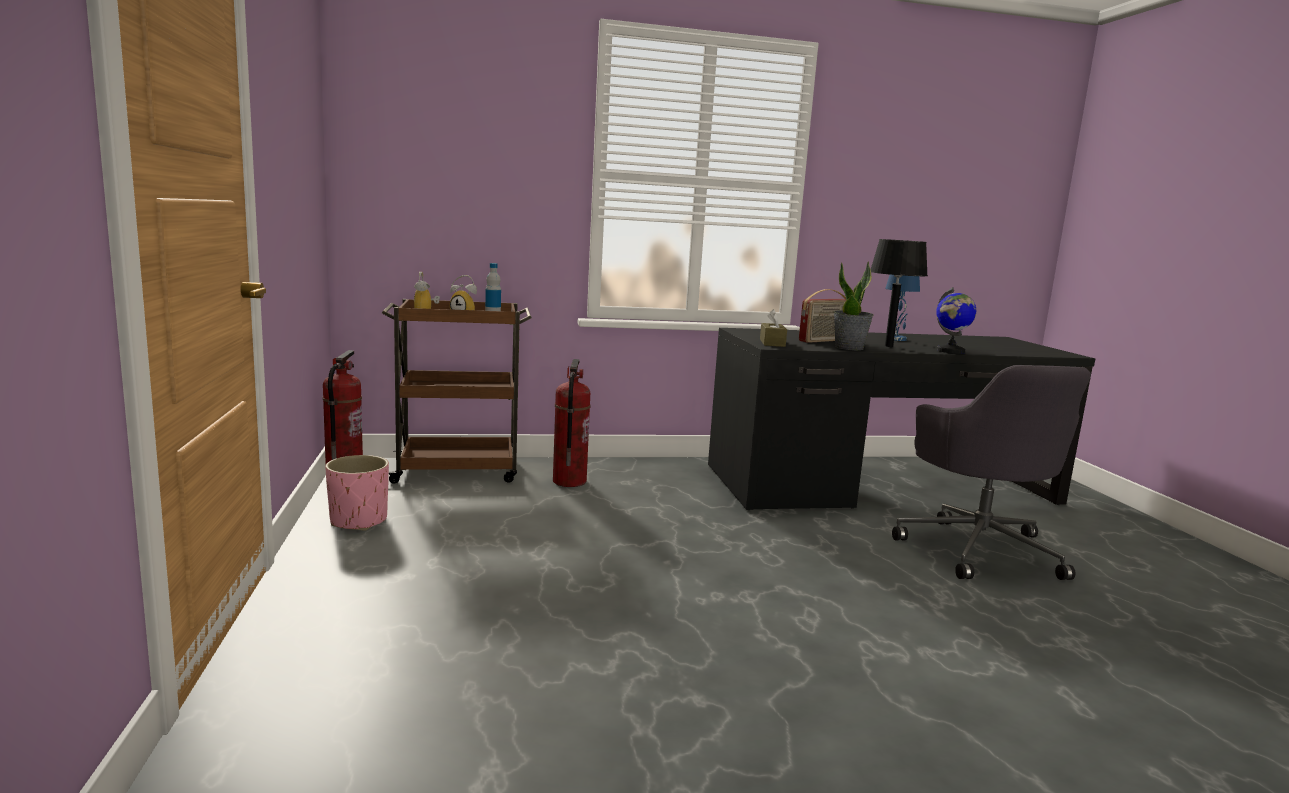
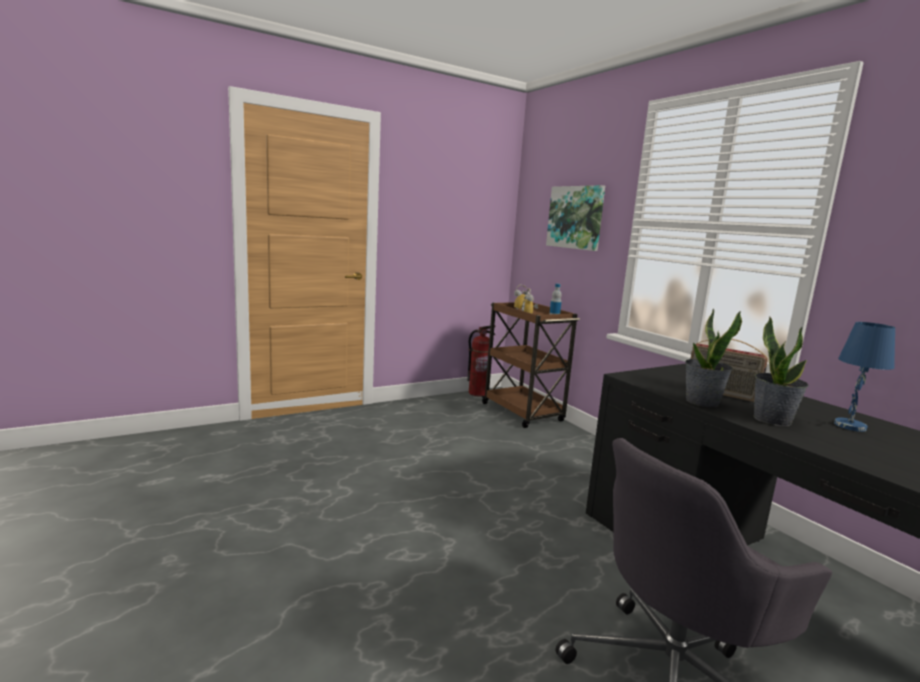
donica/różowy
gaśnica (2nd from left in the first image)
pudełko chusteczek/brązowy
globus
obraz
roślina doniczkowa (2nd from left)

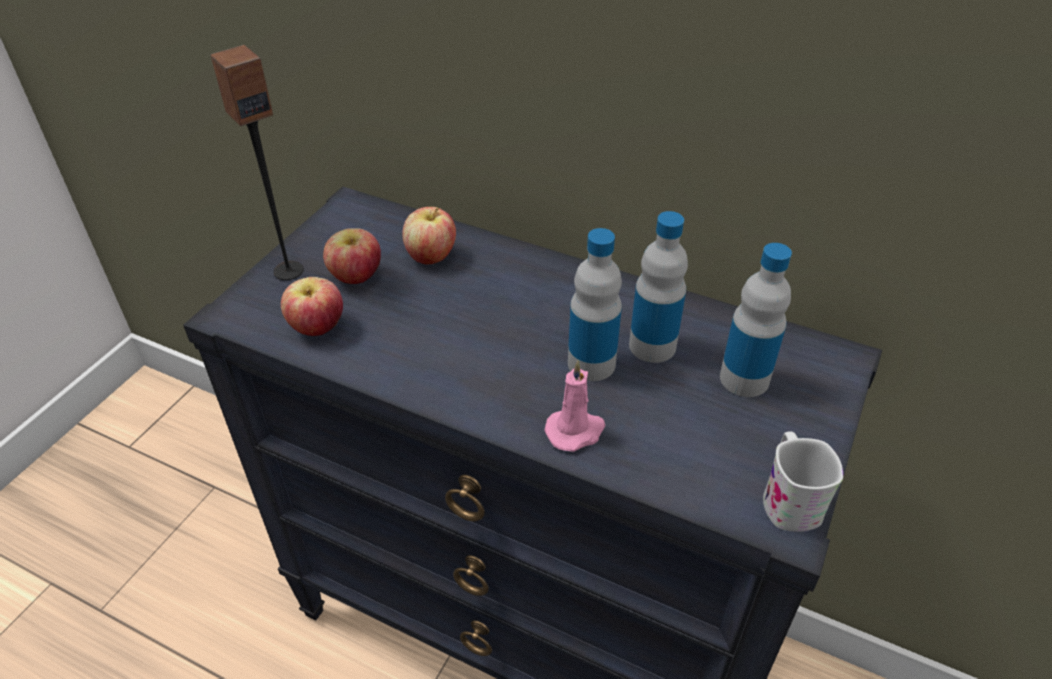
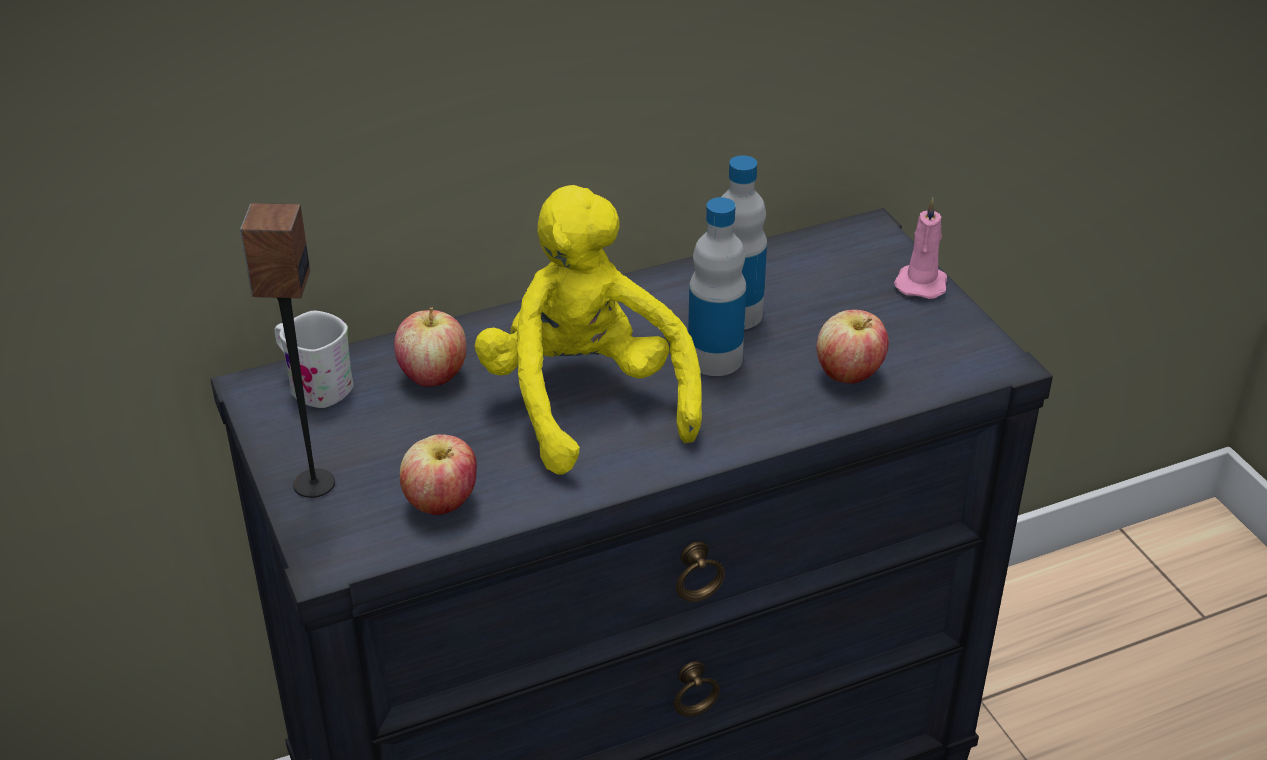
butelka (3rd from left in the first image)
pluszak/żółty
jabłko (3rd from left)
świeca/różowy
kubek/biały

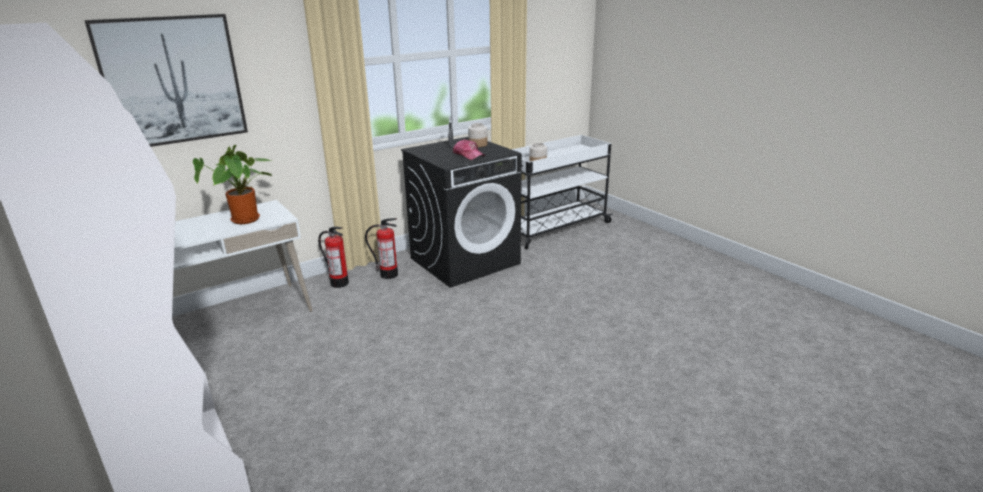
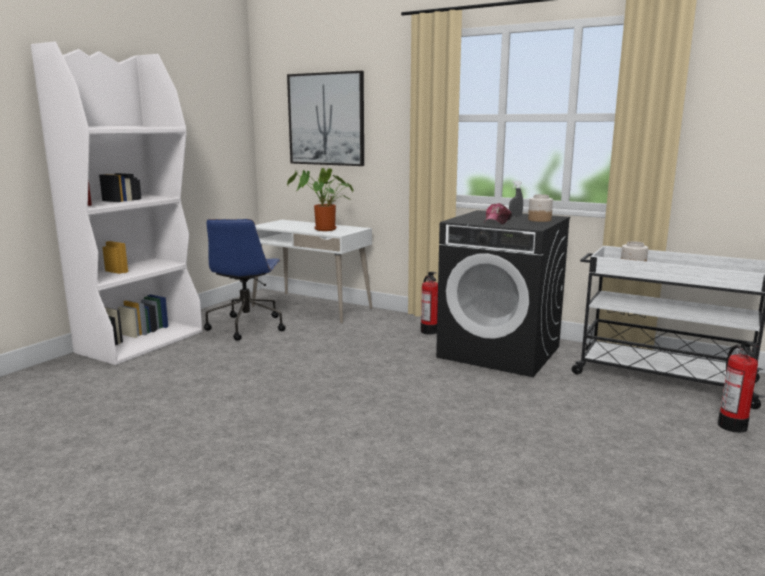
krzesło biurowe/niebieski
gaśnica (2nd from left)

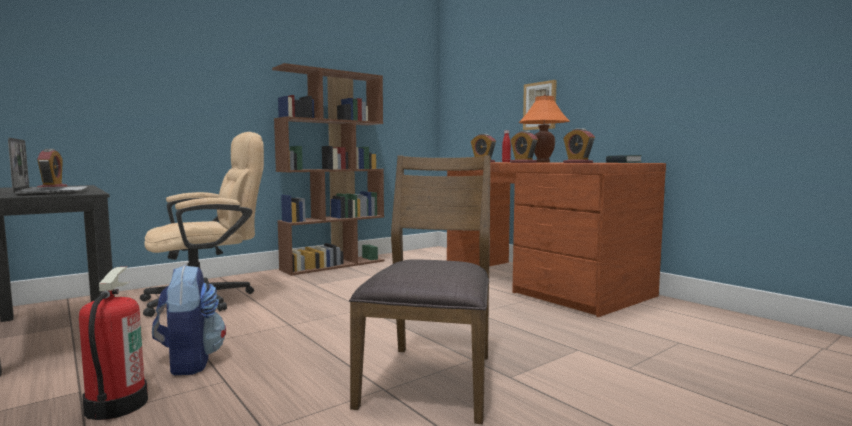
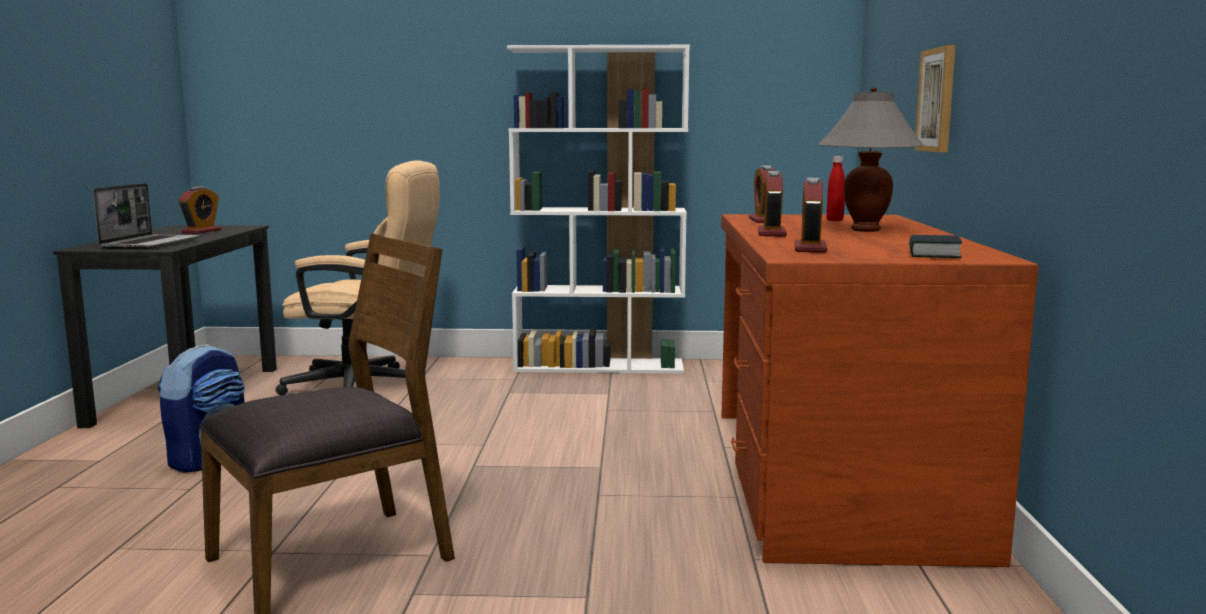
gaśnica
regał/biały
lampa stołowa/szary

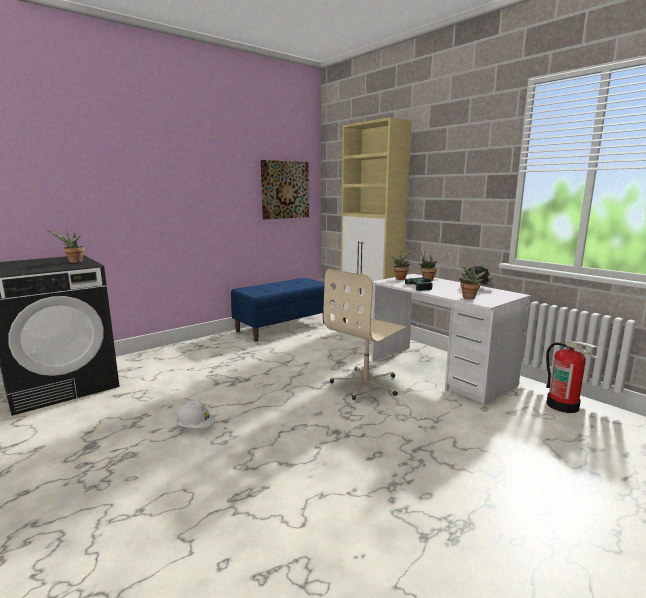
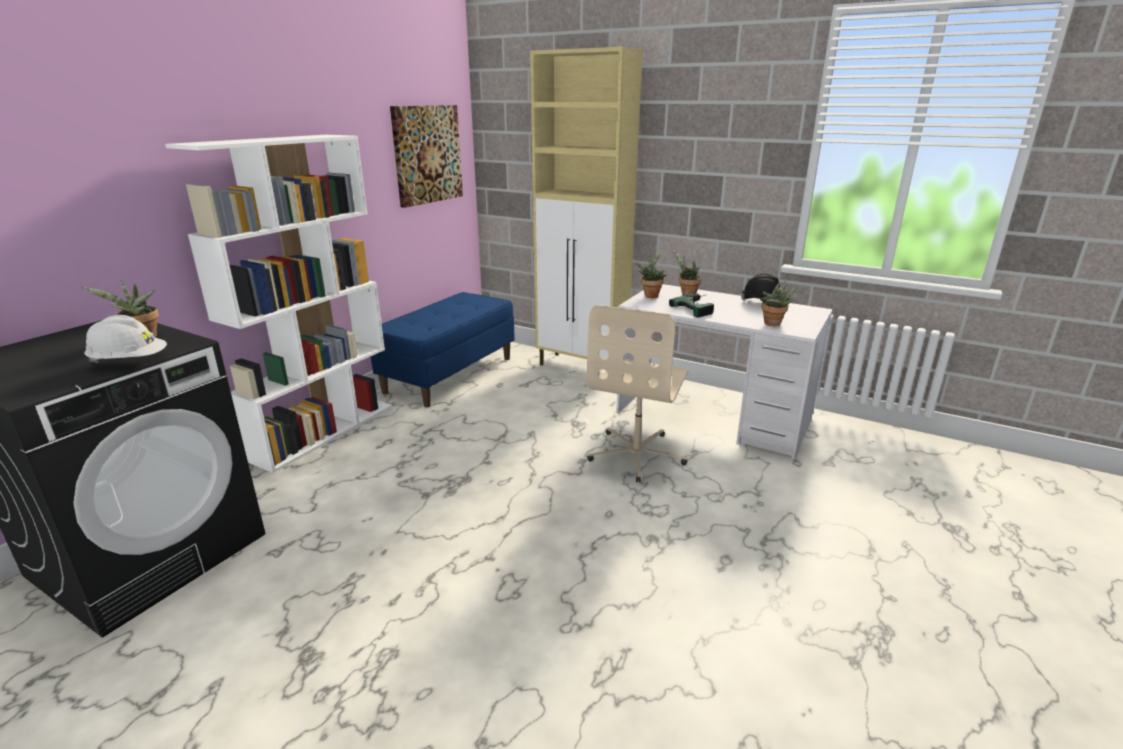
gaśnica
regał/biały
kask/biały

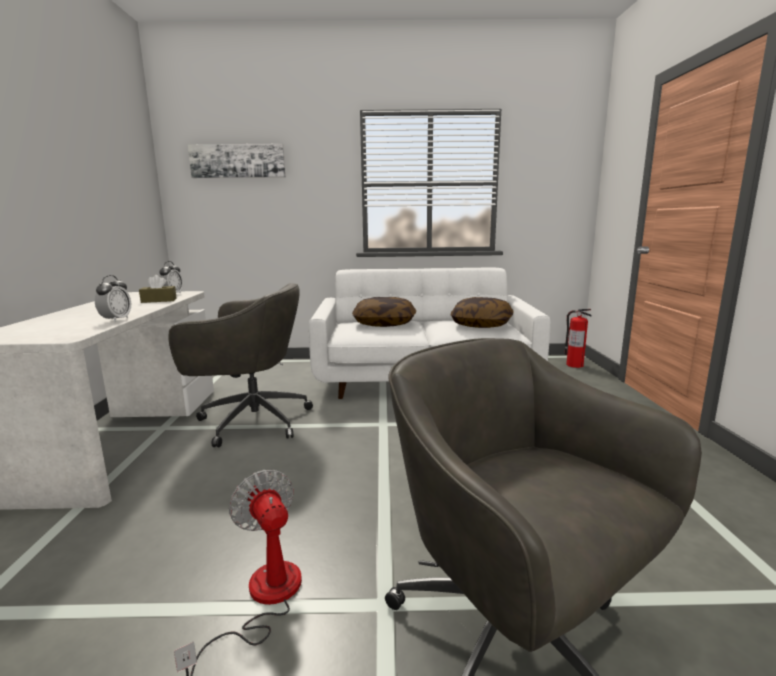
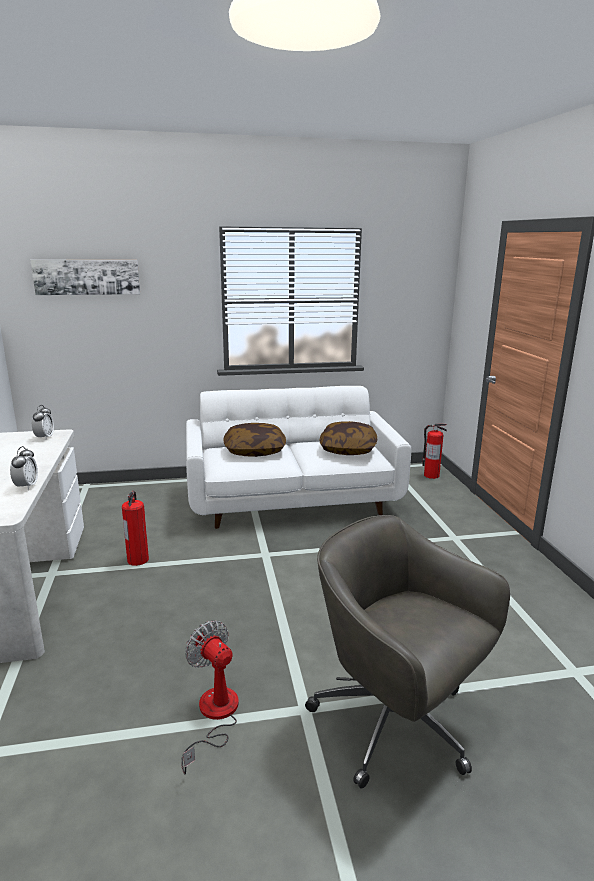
pudełko chusteczek/brązowy
gaśnica (1st from left)

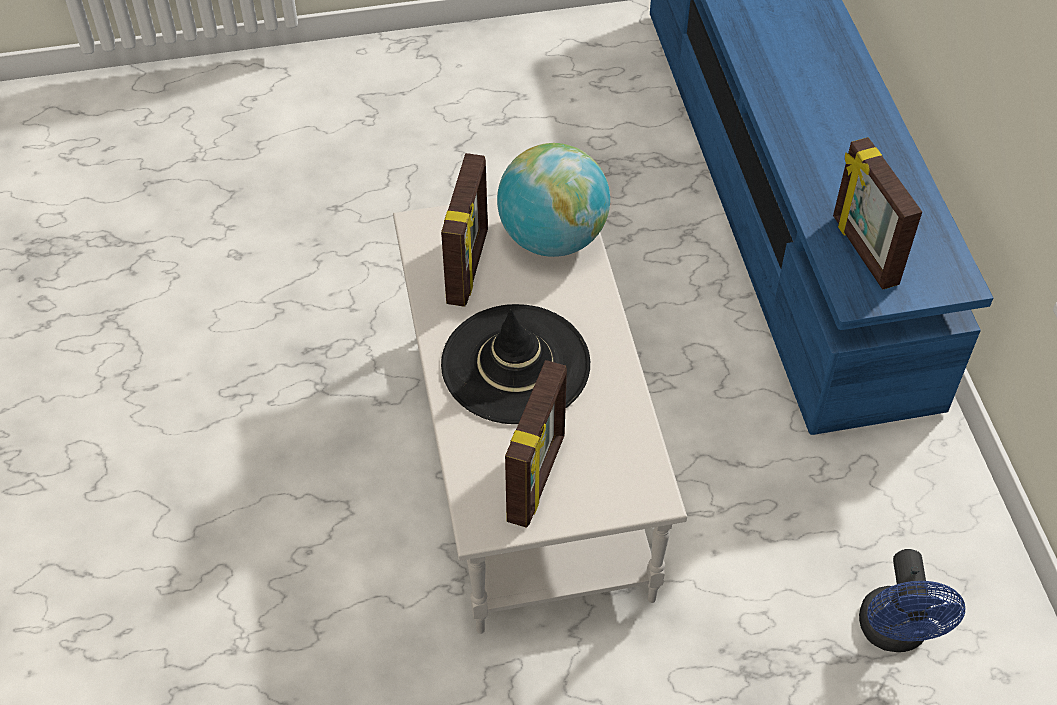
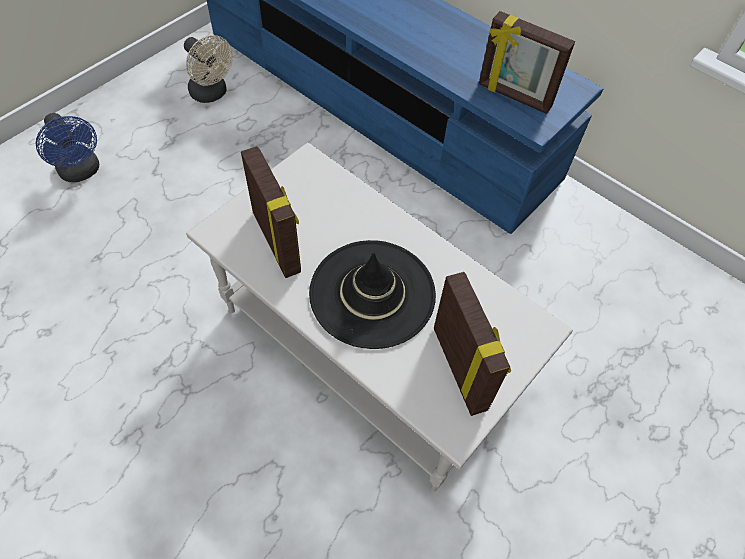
globus
wentylator/beżowy
wentylator/niebieski

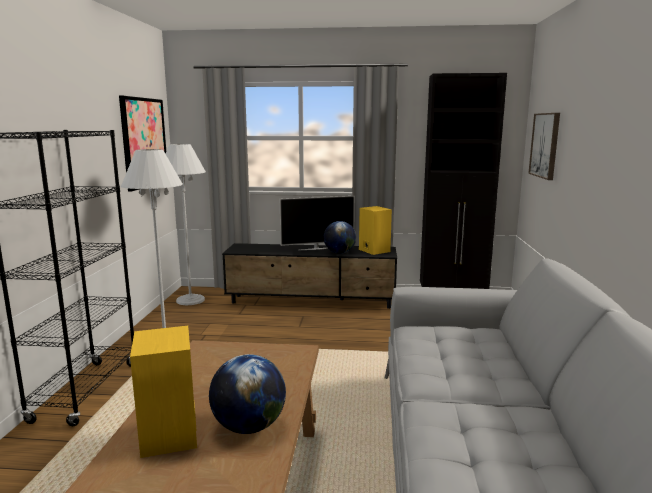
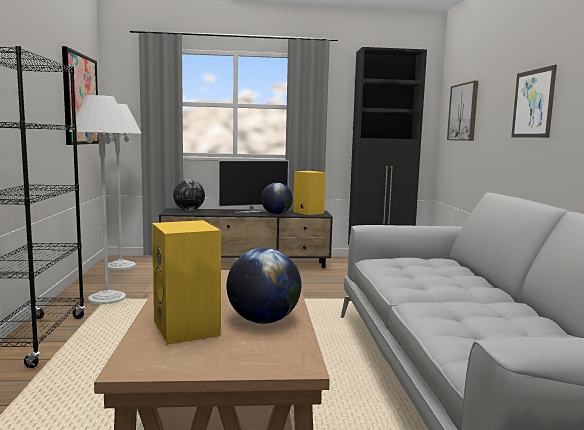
globus (1st from left)
obraz (3rd from left)

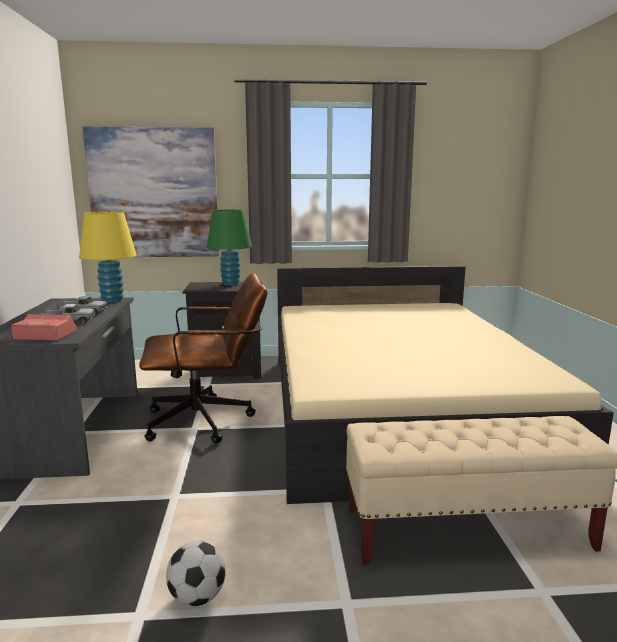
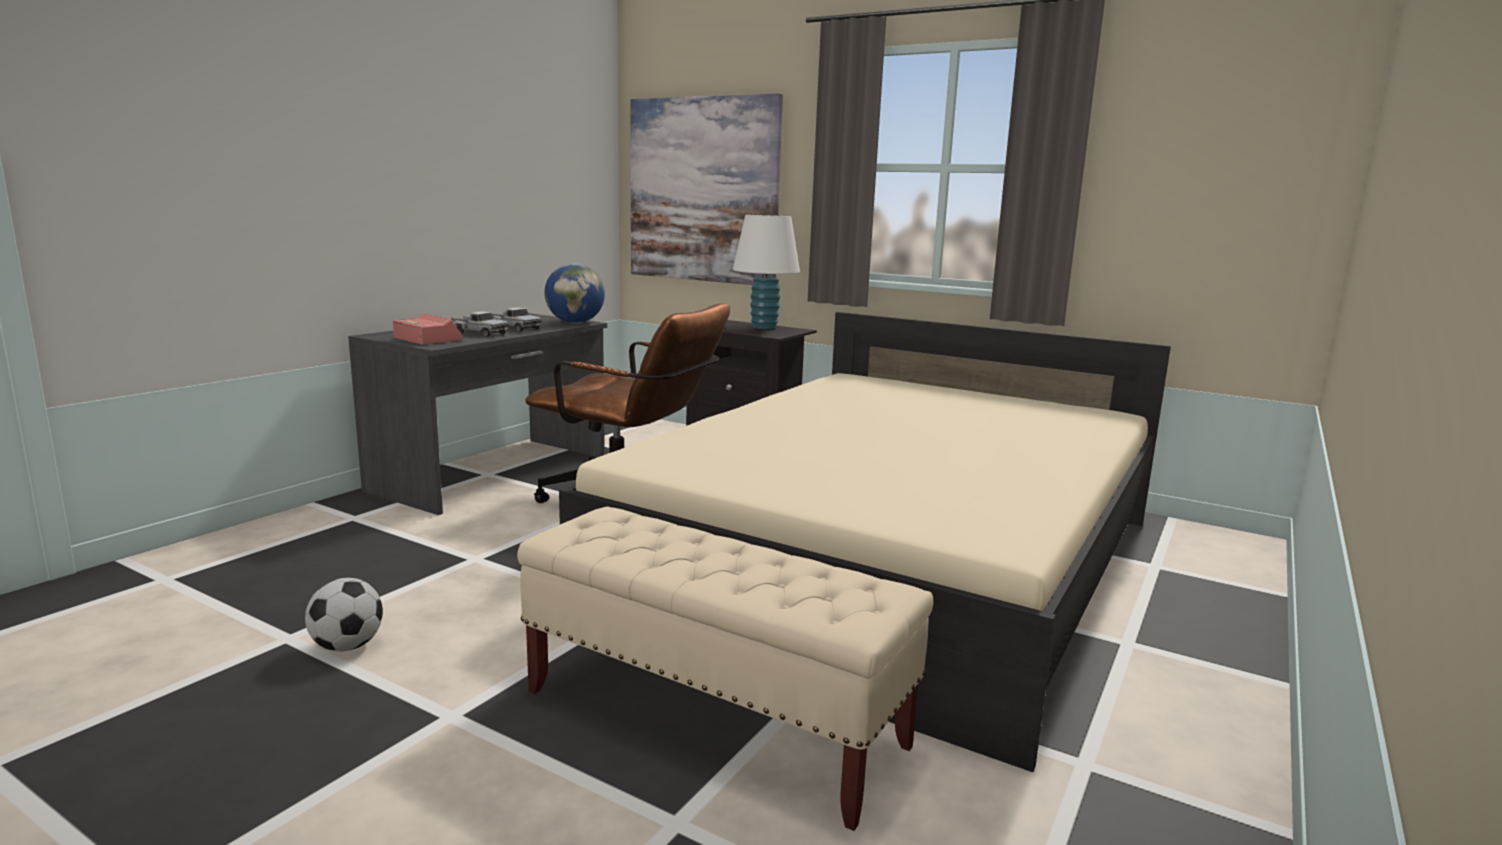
globus
lampa stołowa/biały

